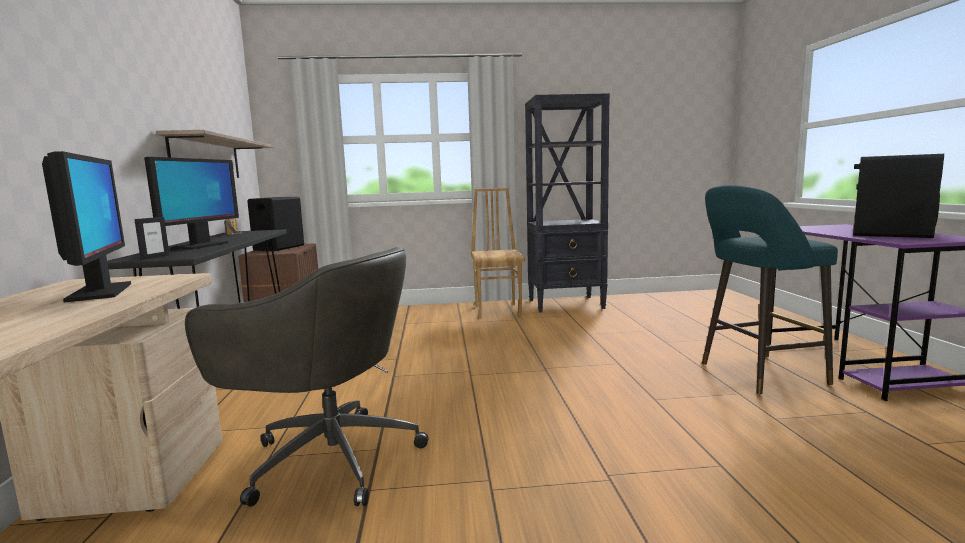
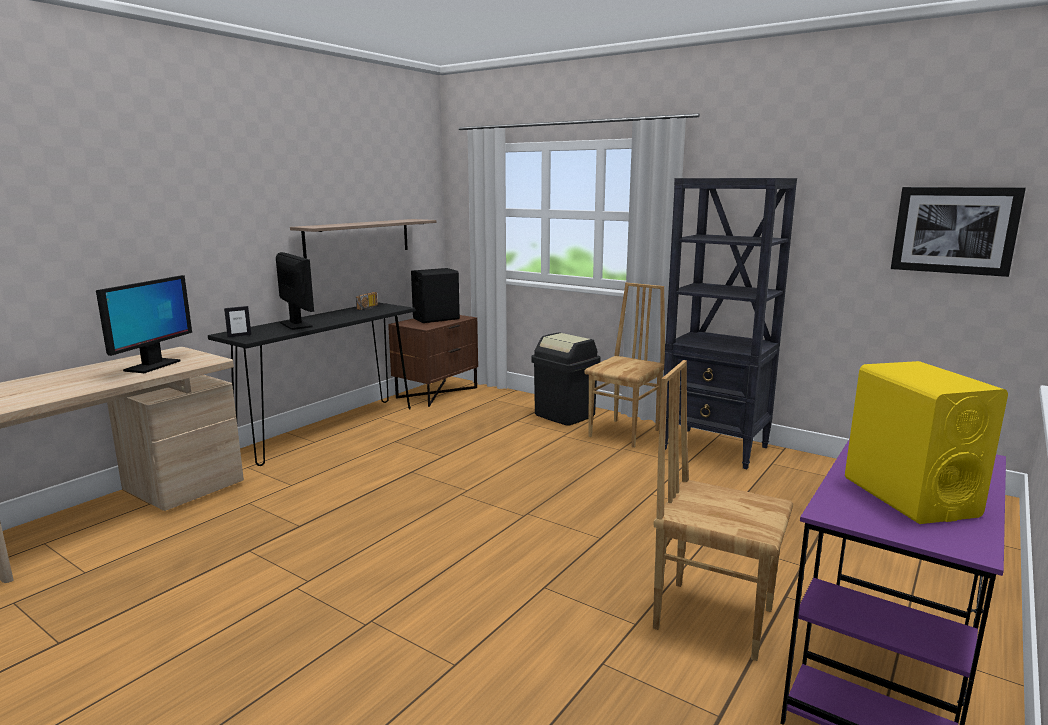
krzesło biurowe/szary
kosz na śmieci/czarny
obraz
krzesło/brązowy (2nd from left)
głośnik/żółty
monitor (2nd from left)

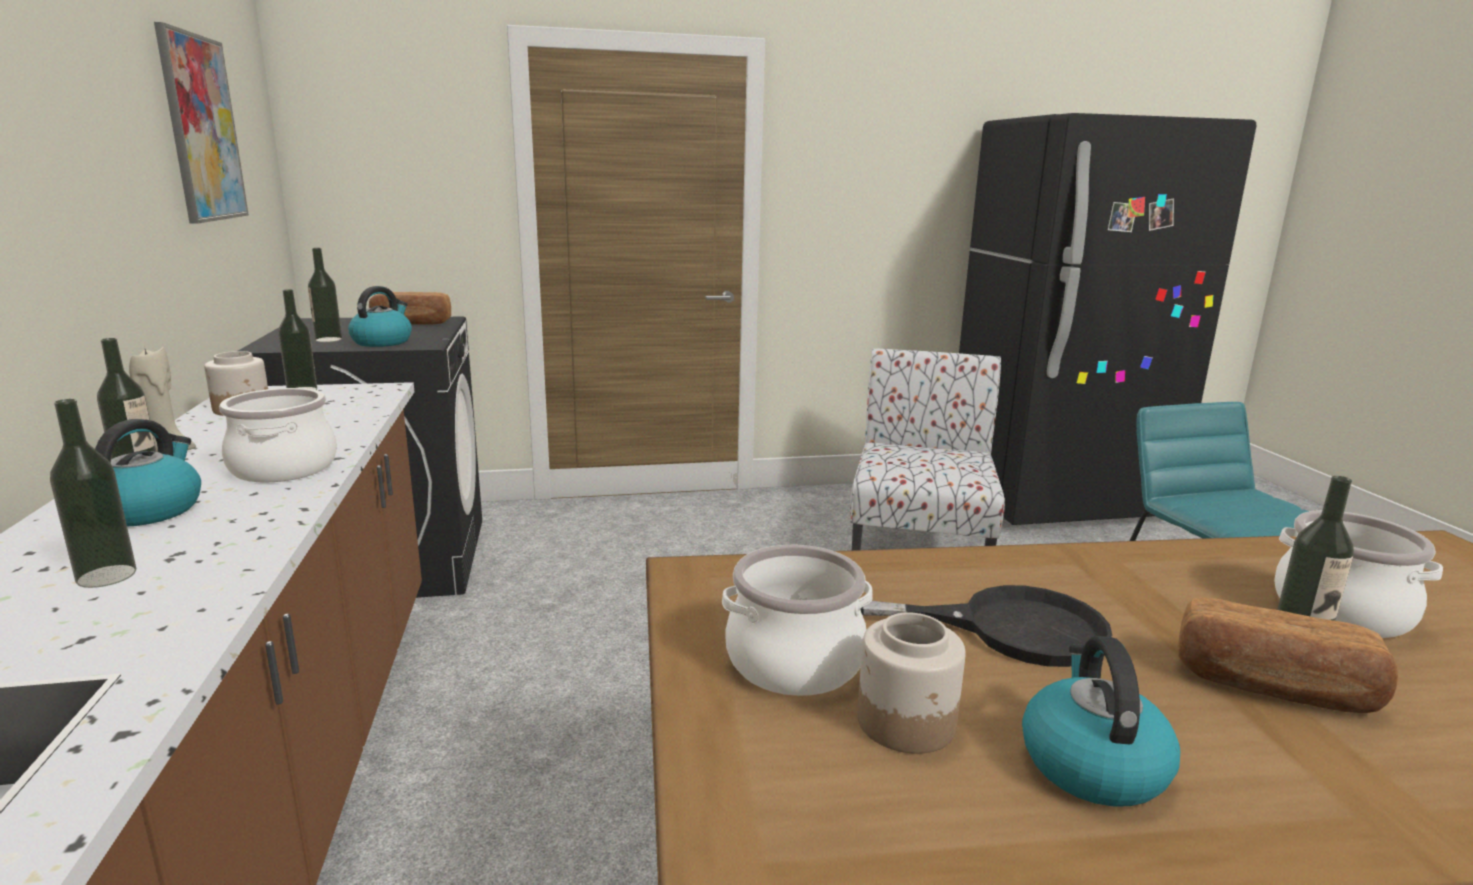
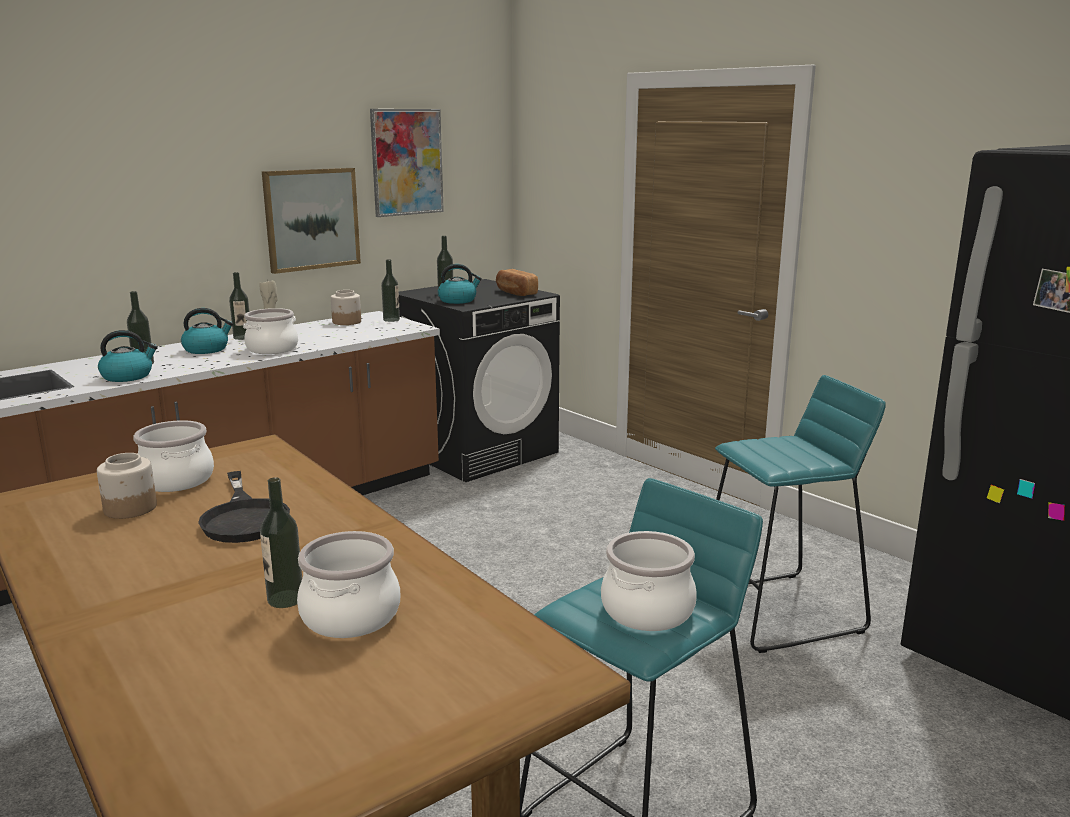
chleb (2nd from left in the first image)
obraz (1st from left)
garnek (4th from left)
czajnik (1st from left)
stołek/turkusowy (2nd from left)

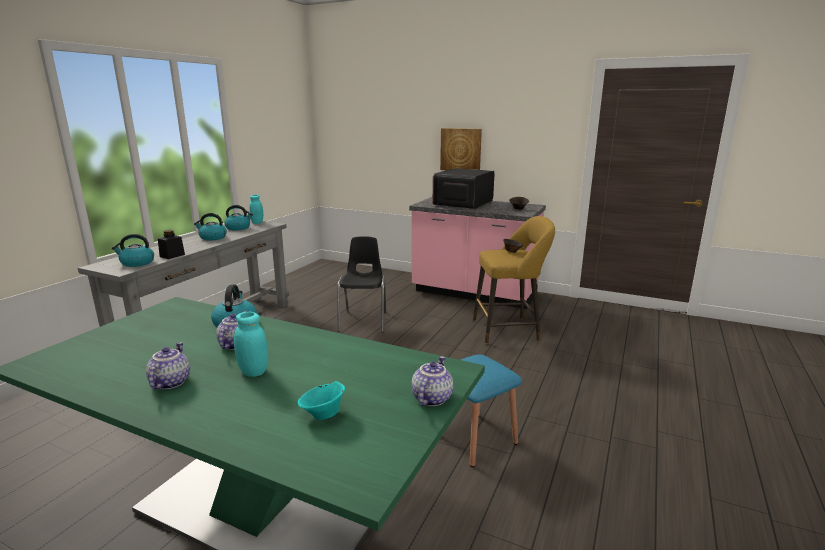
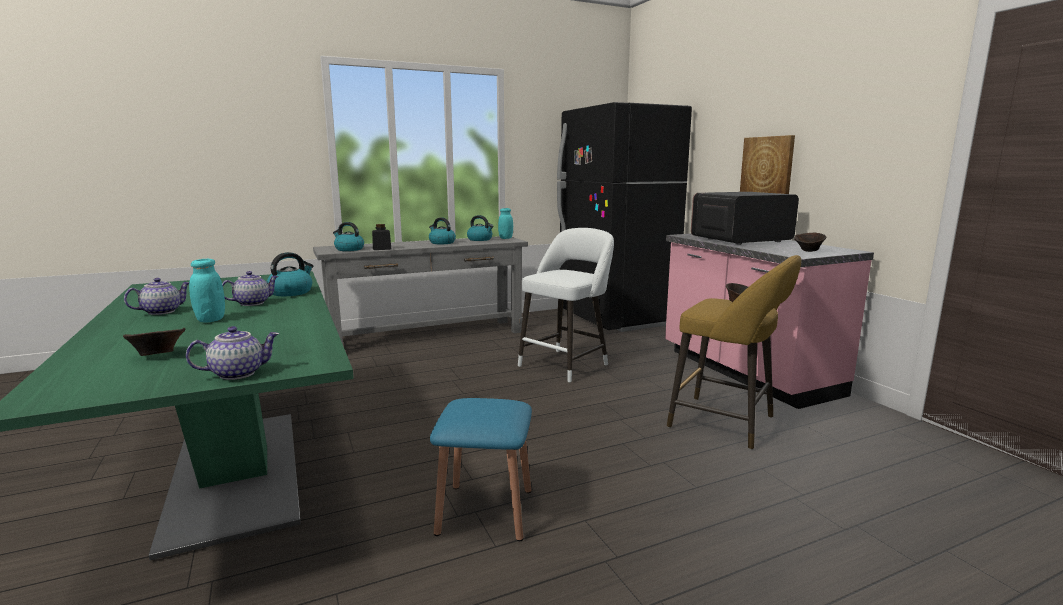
lodówka/czarny
stołek/biały
miska/brązowy (1st from left)

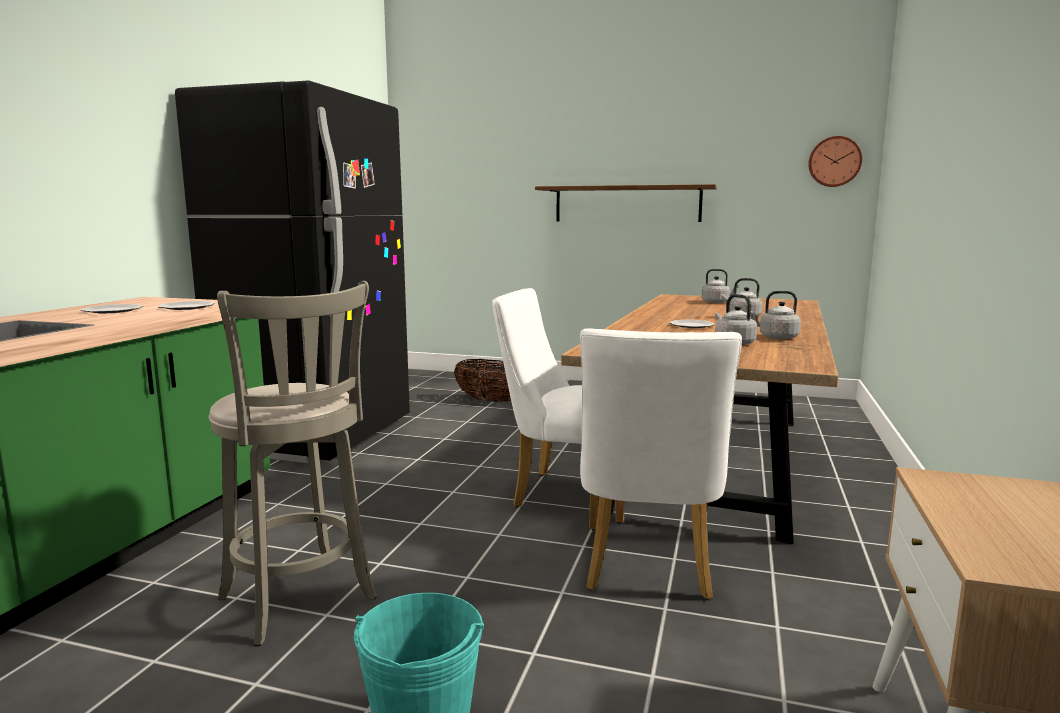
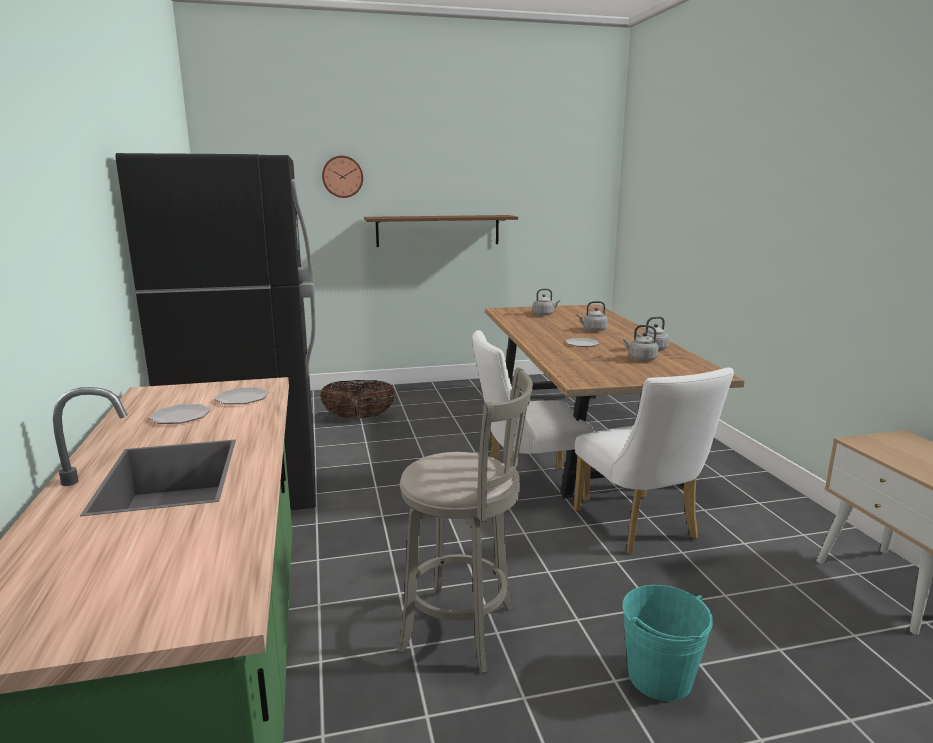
zegar ścienny

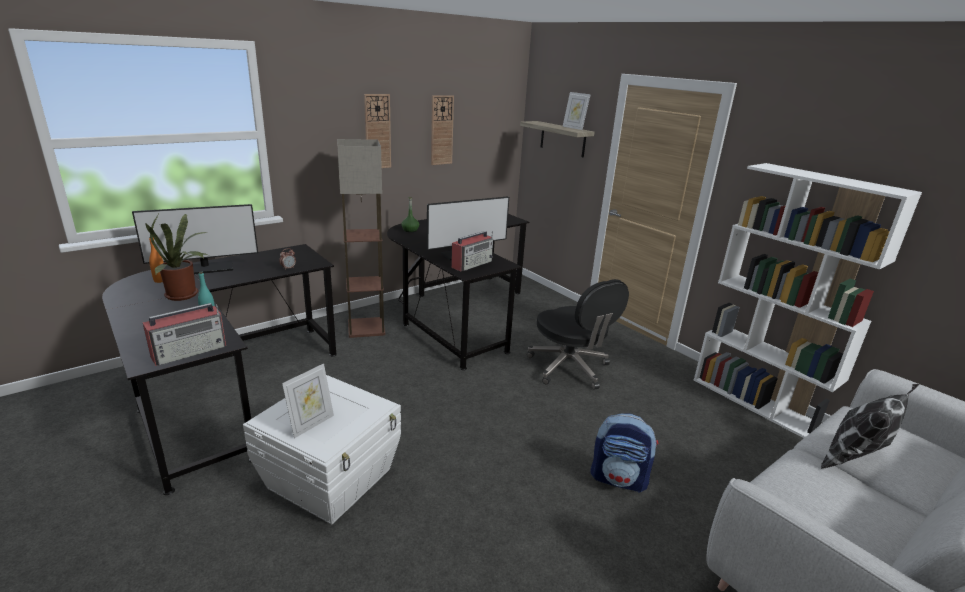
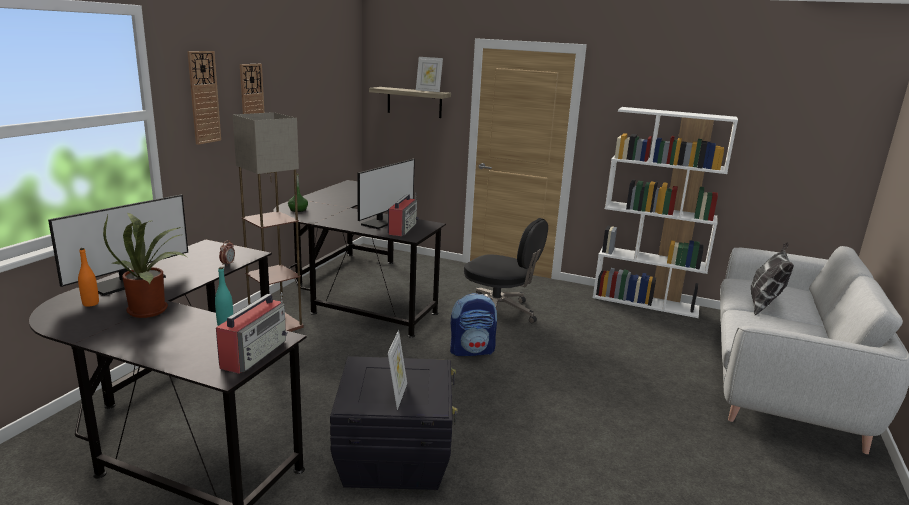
zegar ścienny (1st from left)
plecak
pojemnik do przechowywania/czarny

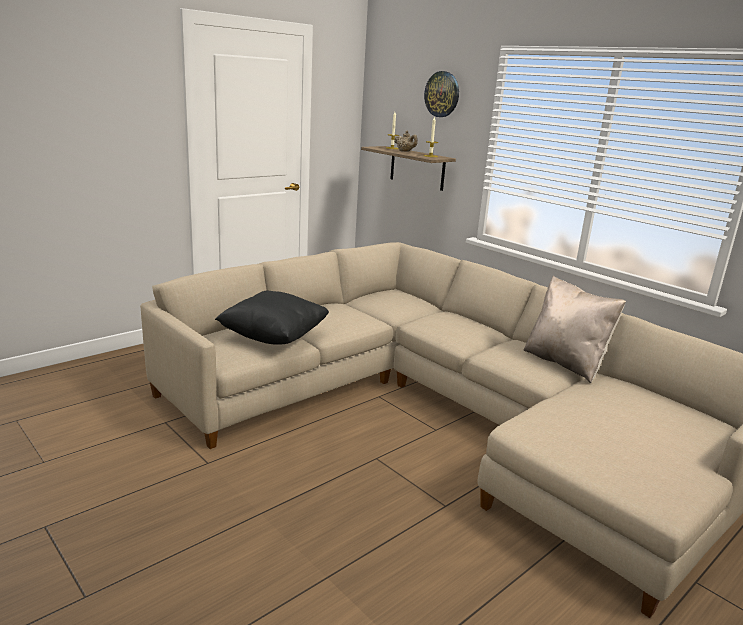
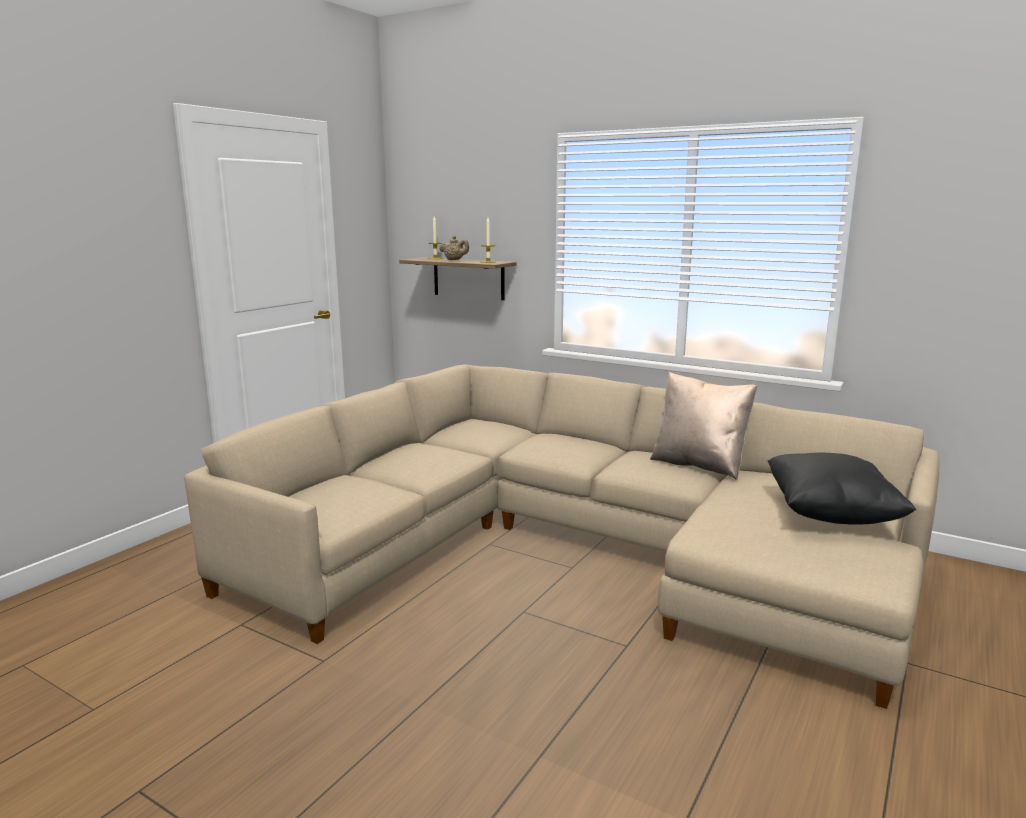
zegar ścienny
poduszka/czarny

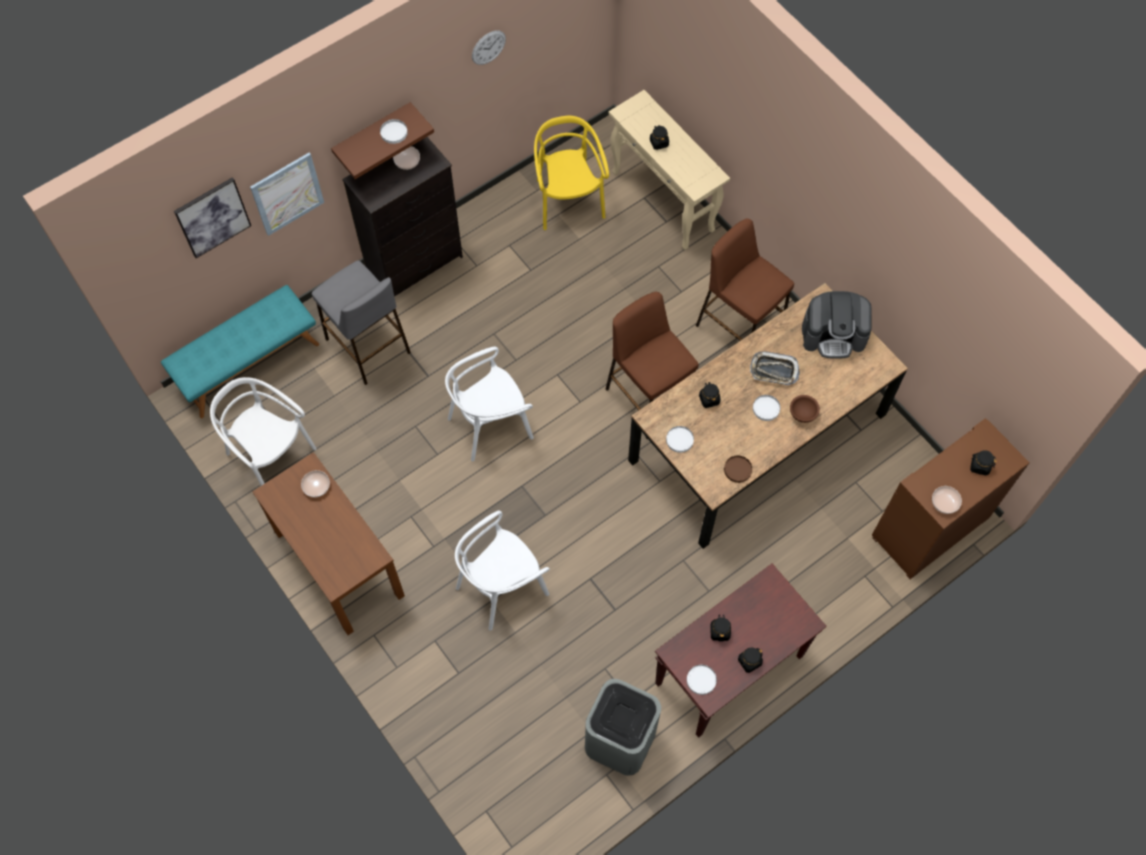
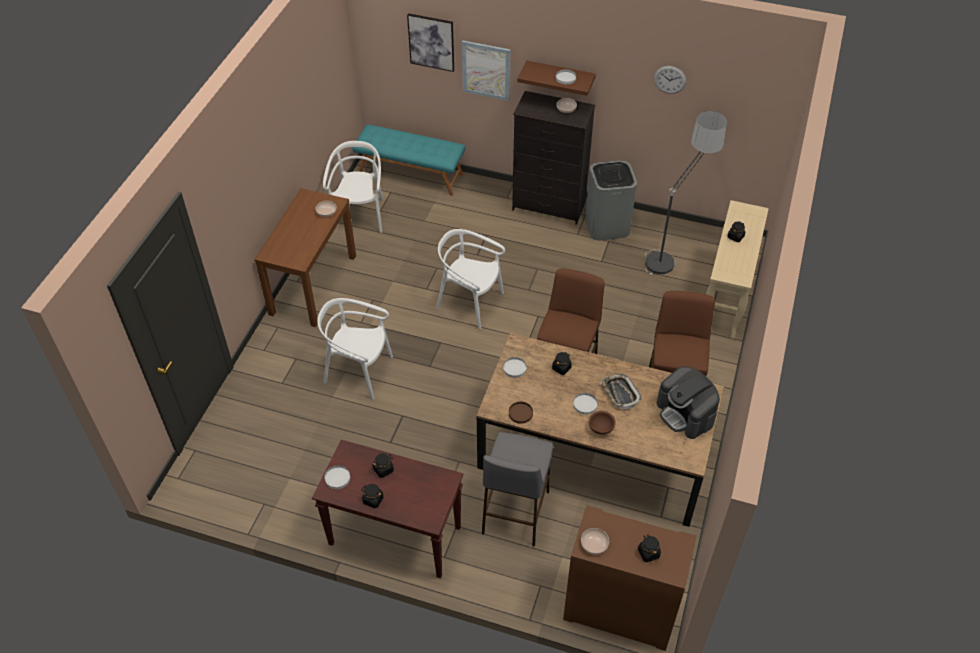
stołek/szary
kosz na śmieci/szary
lampa stojąca

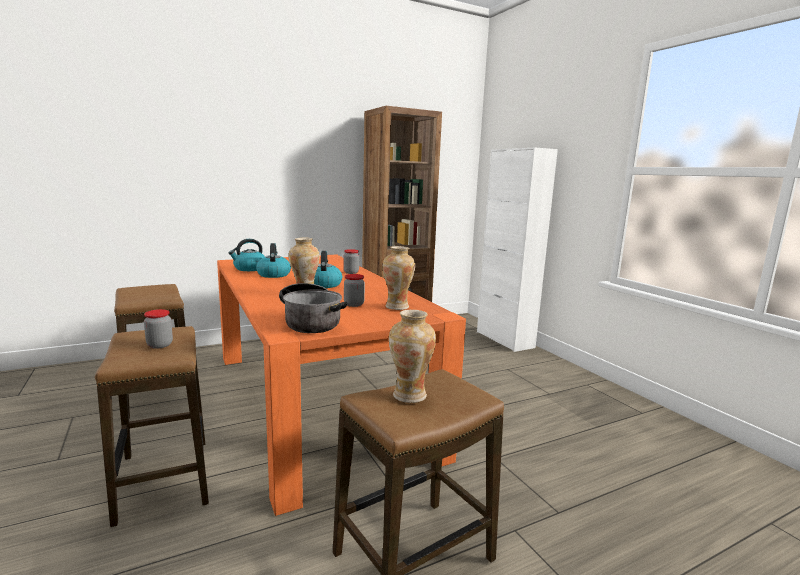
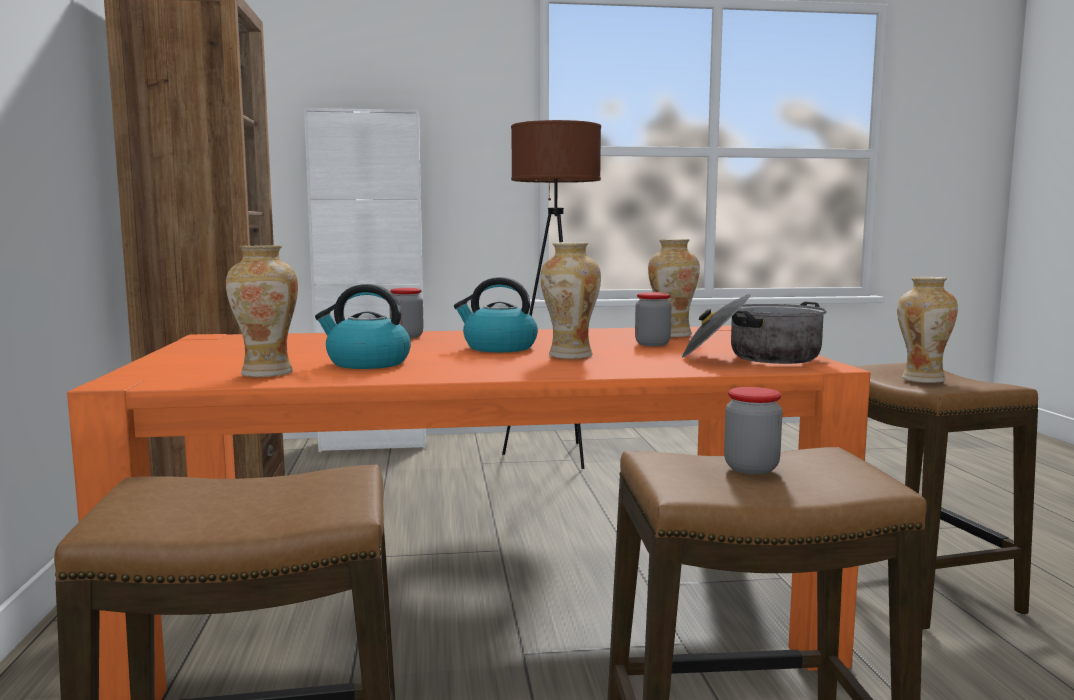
lampa stojąca/brązowy
wazon (1st from left)

